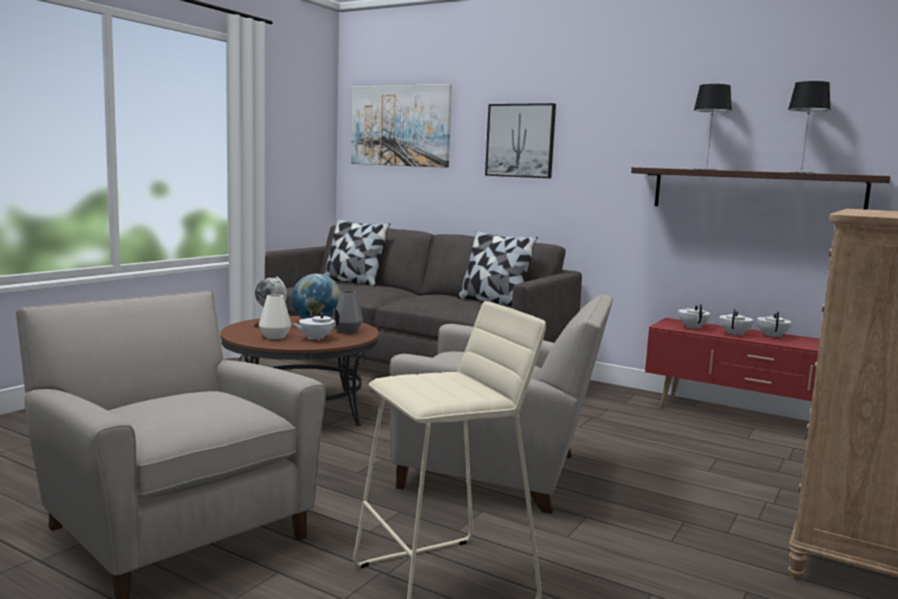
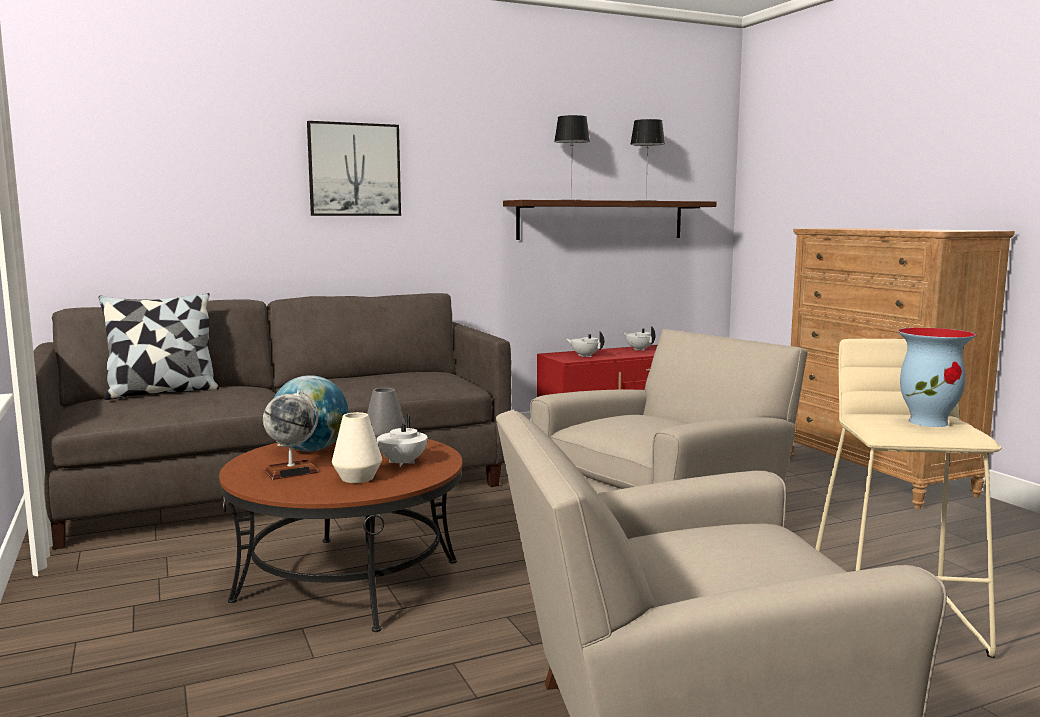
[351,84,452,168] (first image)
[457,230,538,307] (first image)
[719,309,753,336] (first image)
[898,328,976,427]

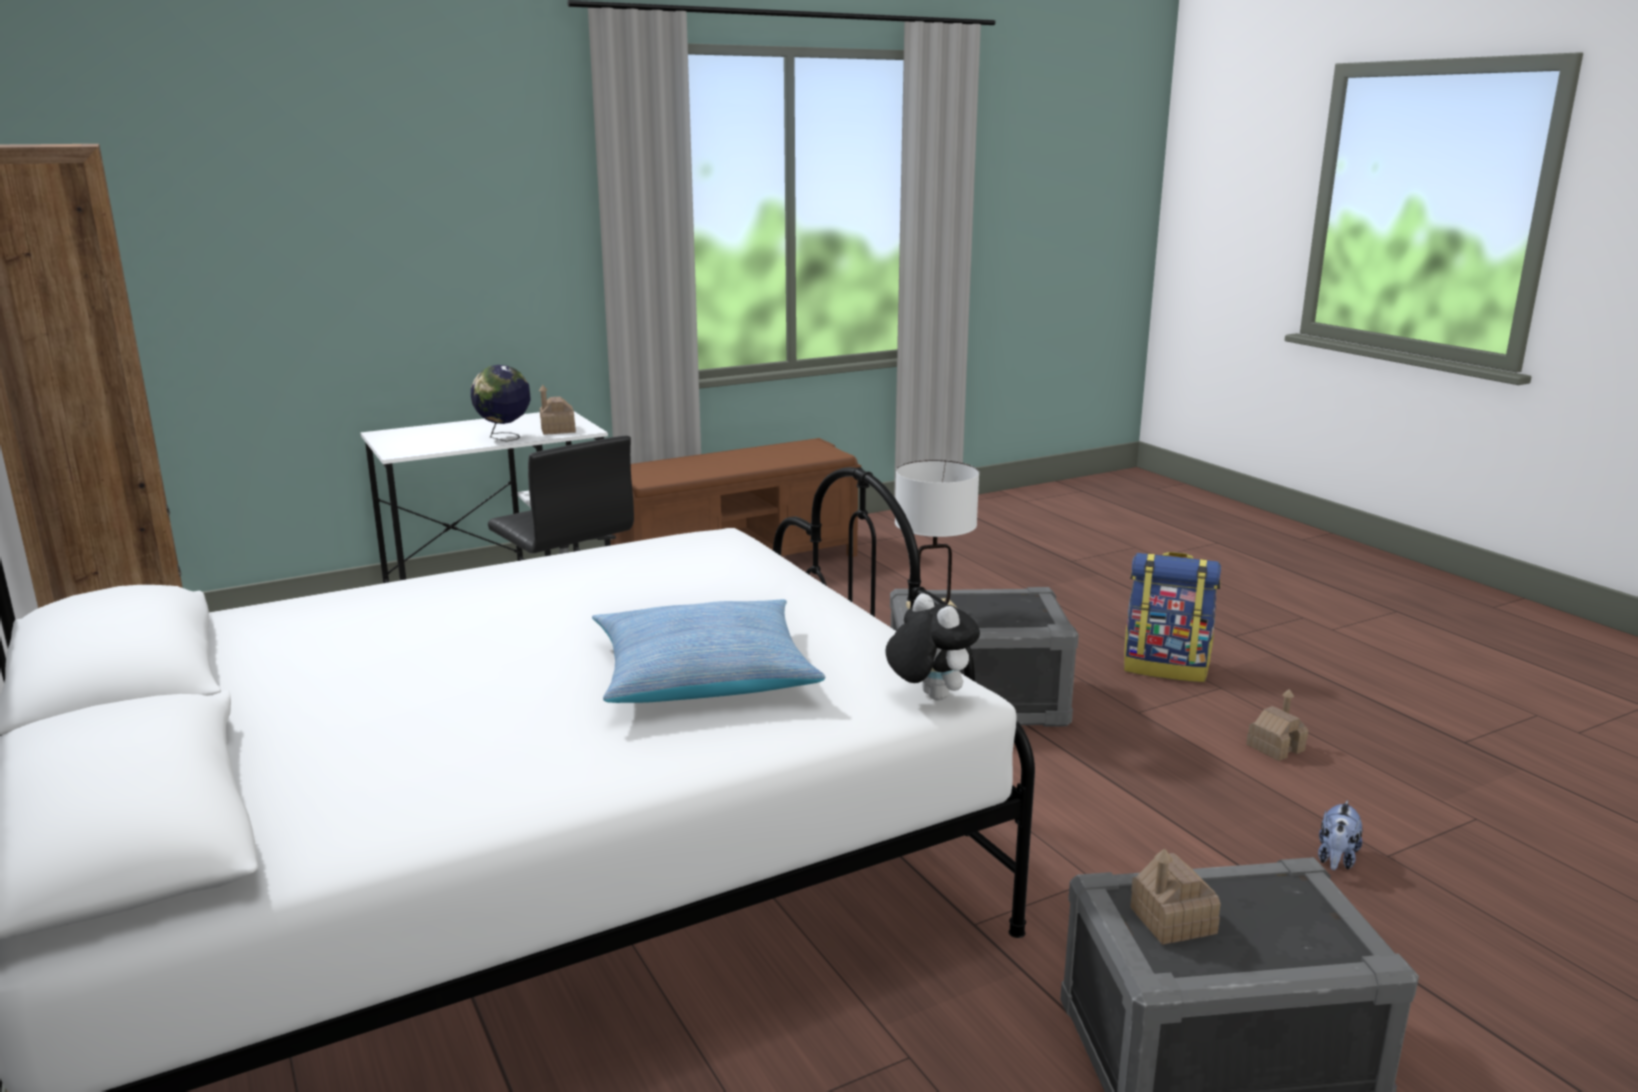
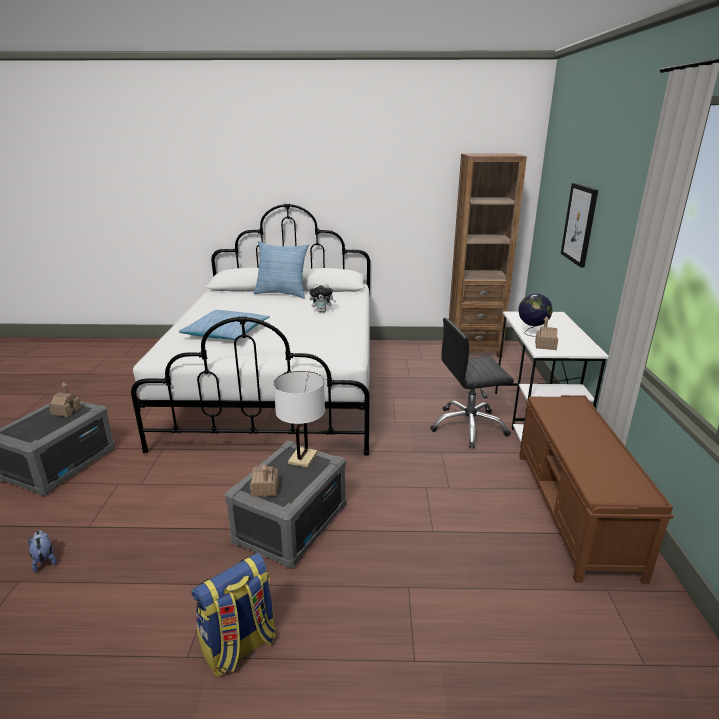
[254,241,309,299]
[561,183,598,268]
[309,283,336,312]
[250,464,279,497]

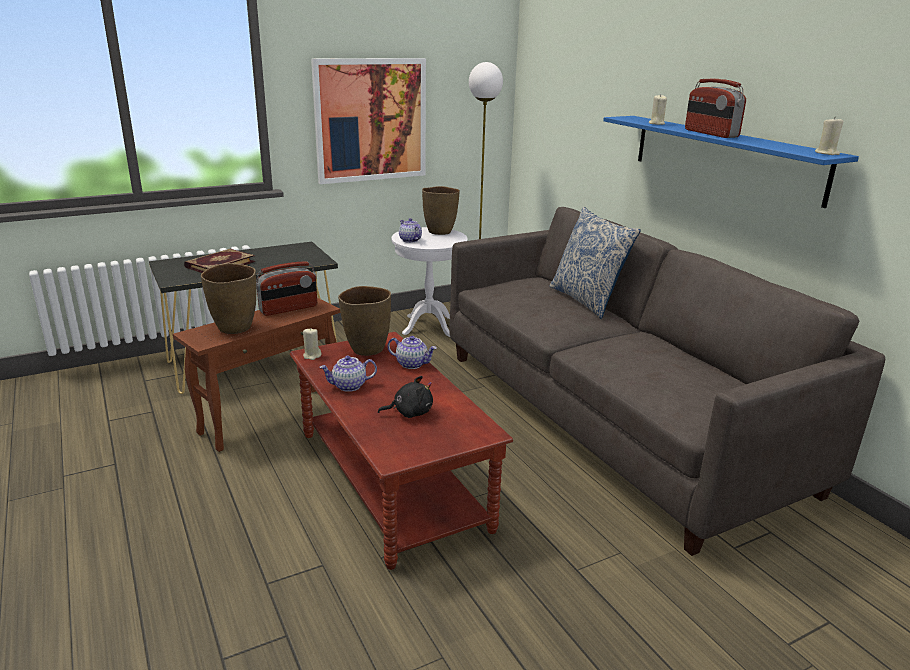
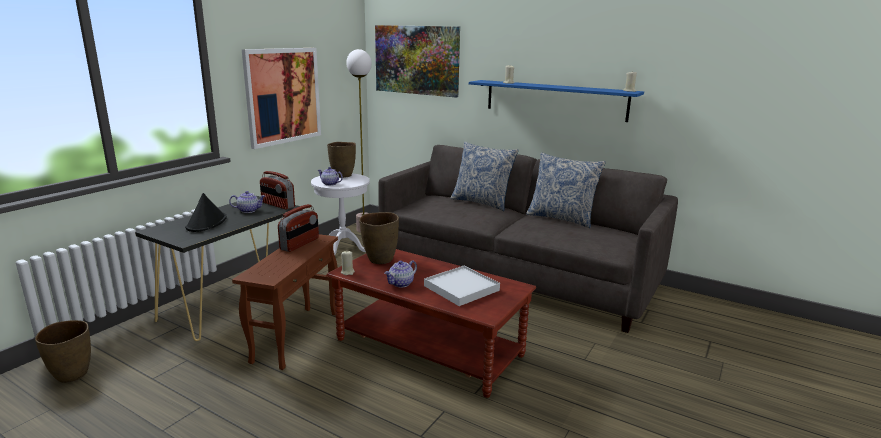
[375,25,460,98]
[526,153,605,228]
[35,320,91,383]
[229,191,265,213]
[260,171,295,209]
[185,193,227,232]
[424,266,500,306]

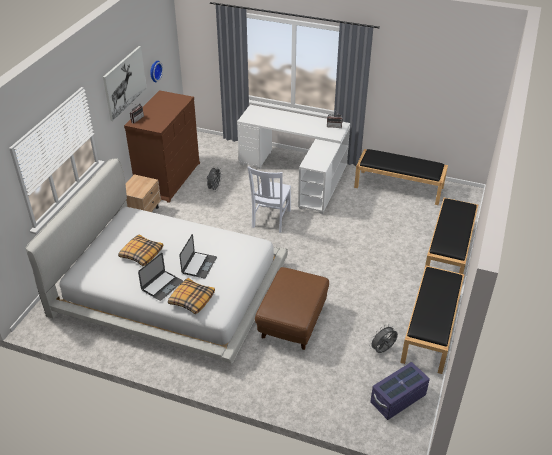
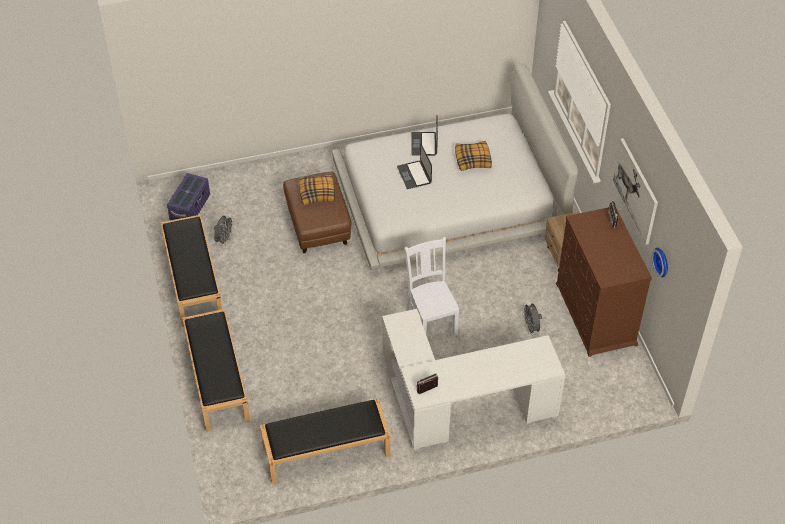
[299,174,335,205]

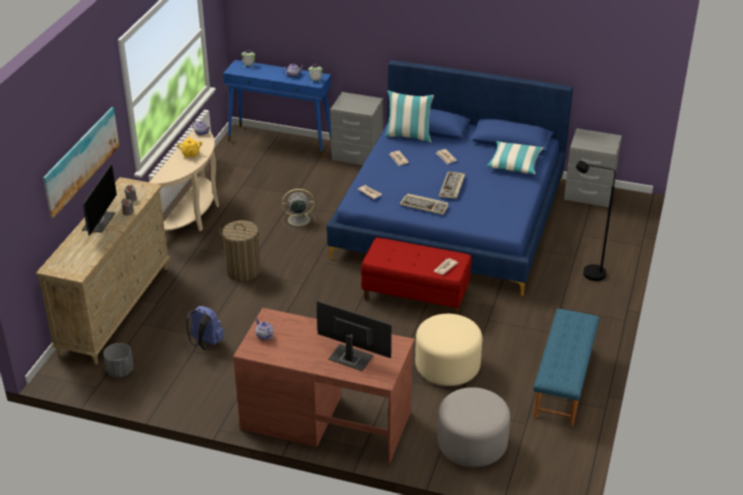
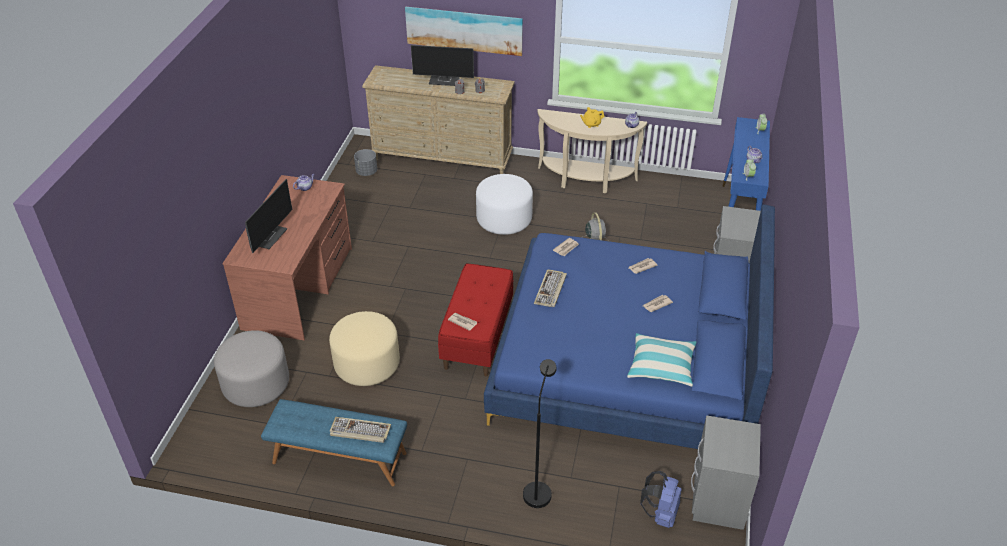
[385,91,434,143] (first image)
[640,471,682,528]
[330,417,391,443]
[476,174,533,235]

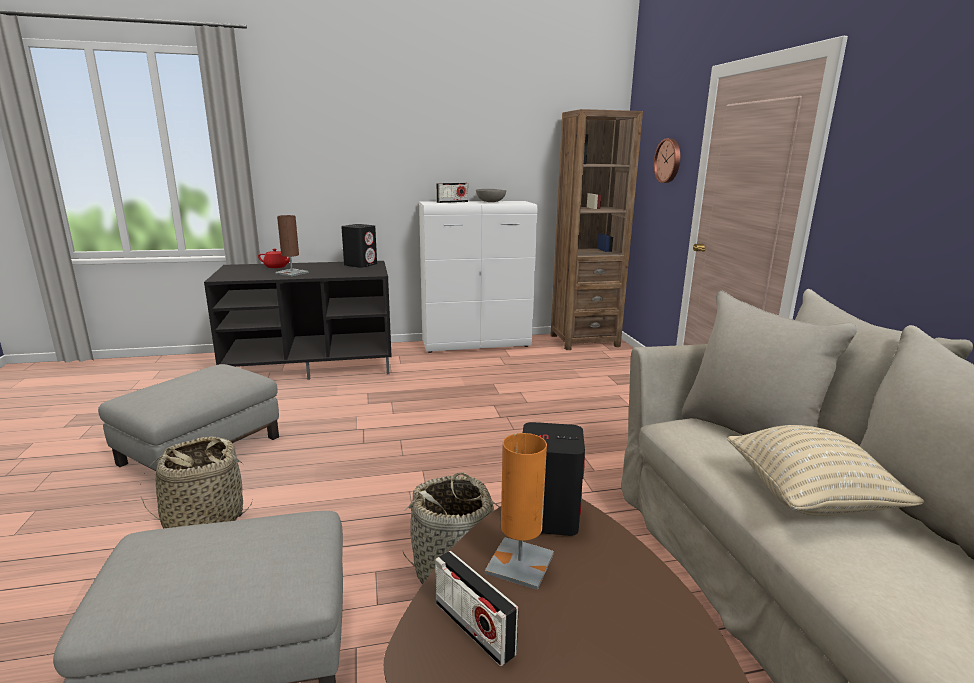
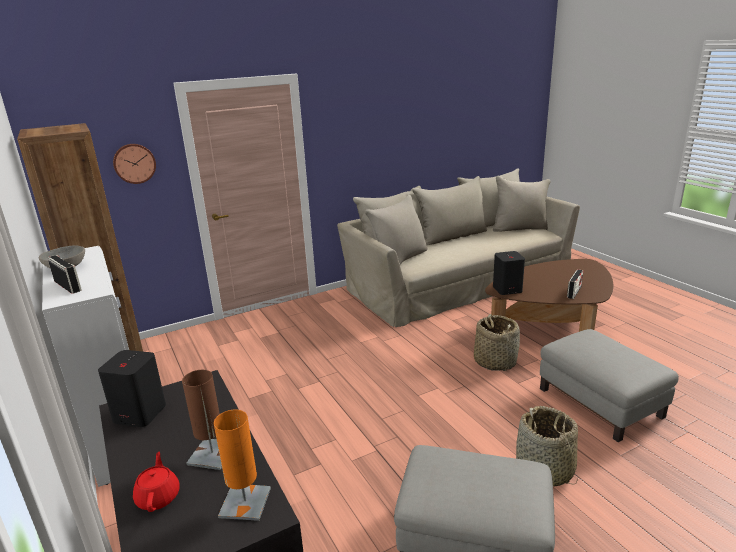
[727,425,924,516] (first image)
[214,410,271,521]

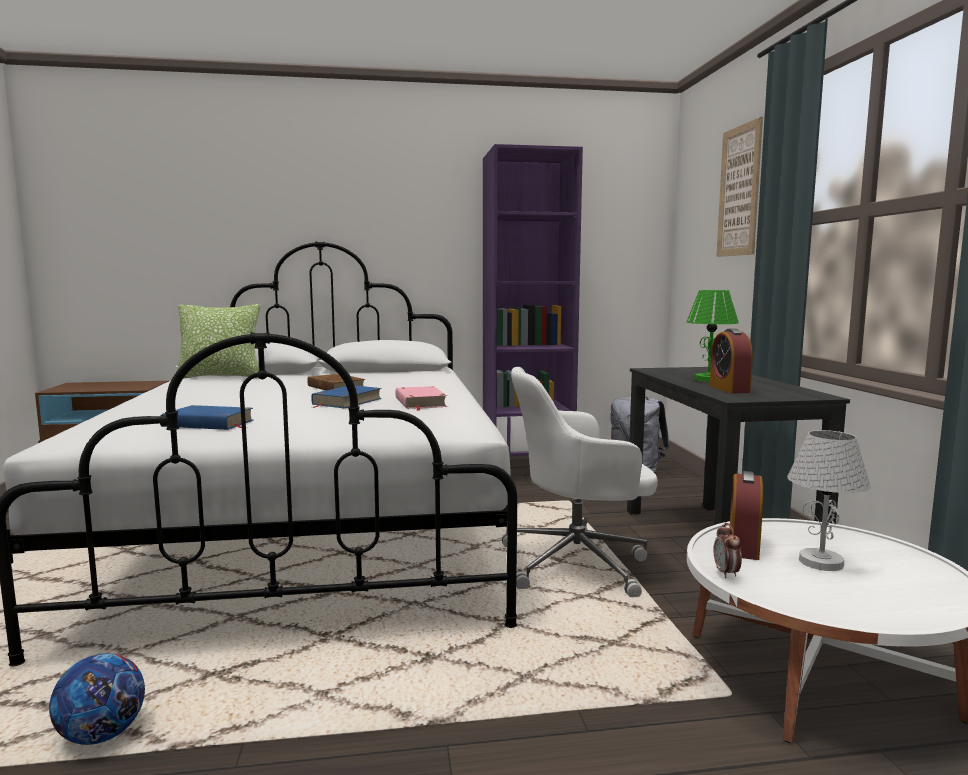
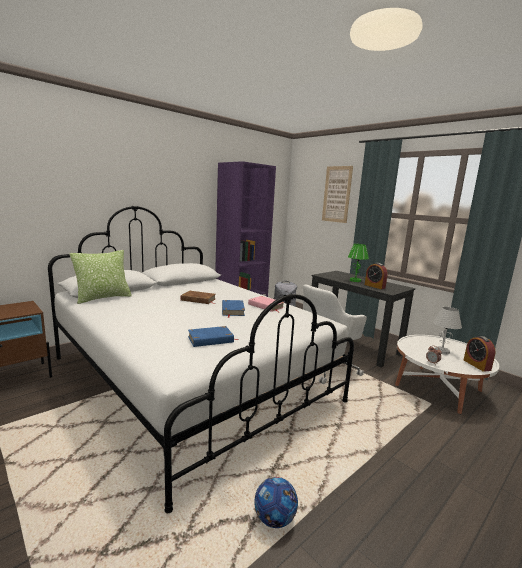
[464,336,496,372]

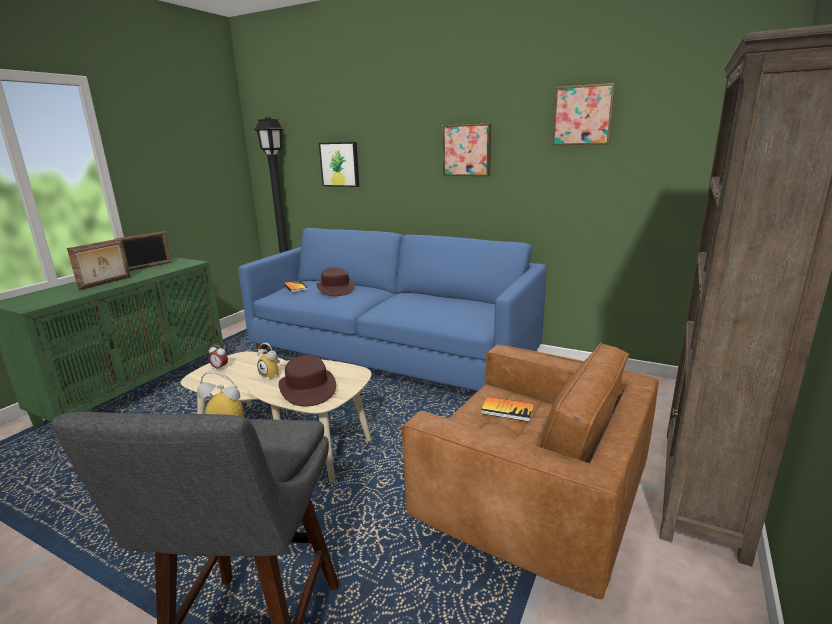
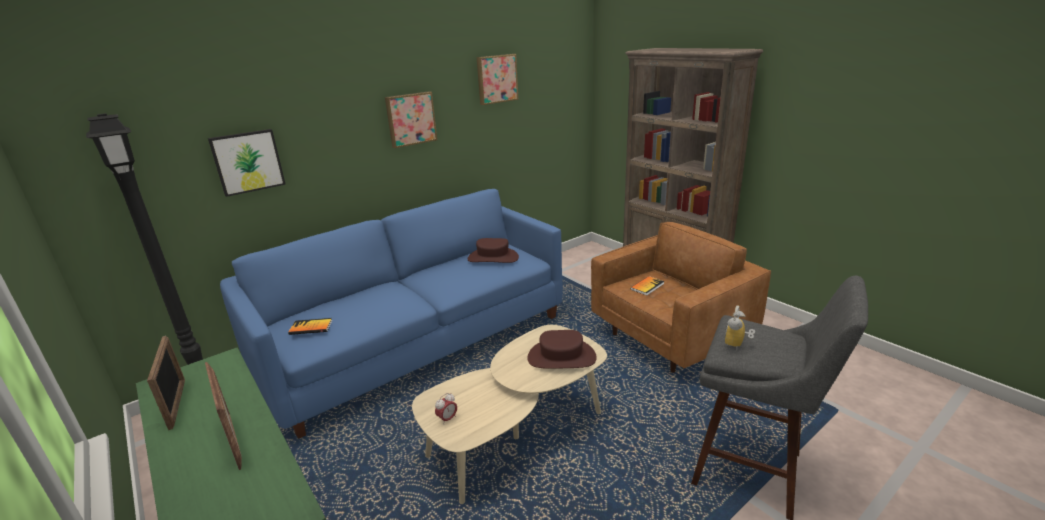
[257,343,280,380] (first image)
[467,238,519,263]

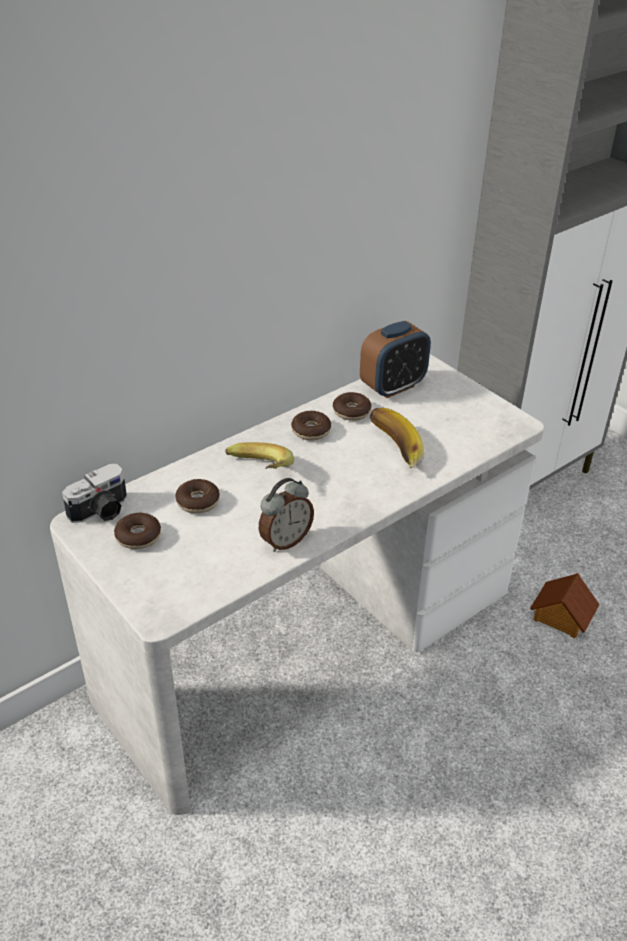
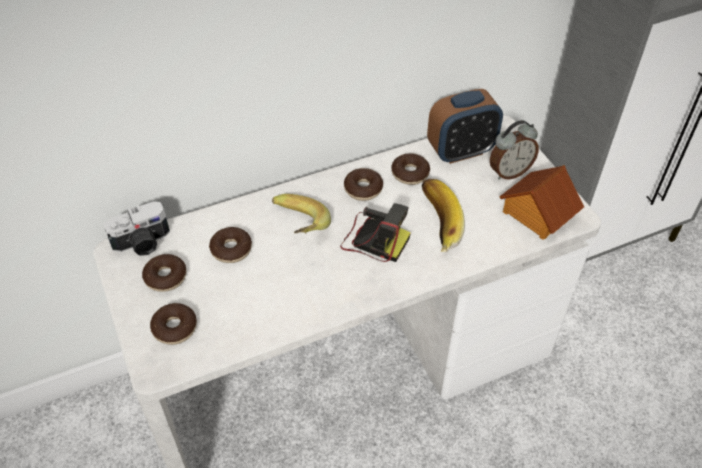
[150,303,197,345]
[340,203,411,262]
[490,120,539,180]
[499,165,584,240]

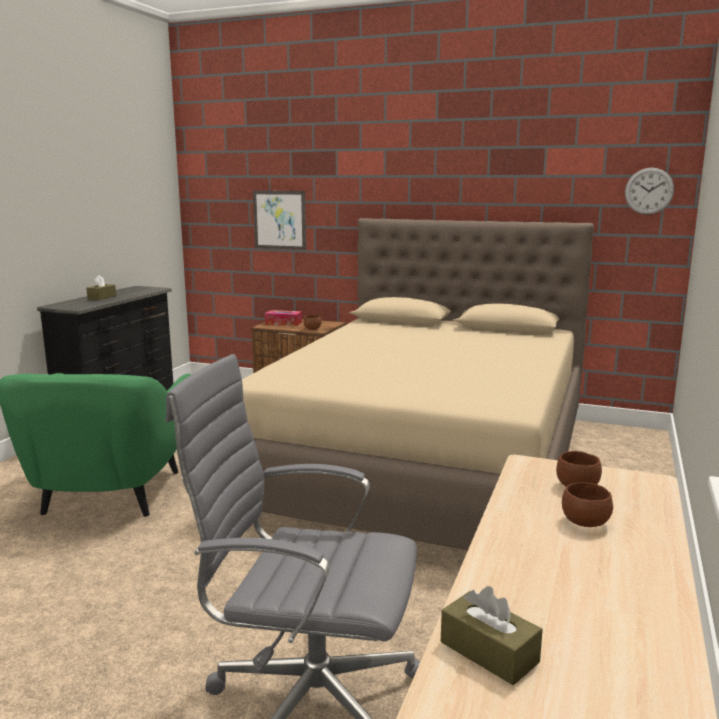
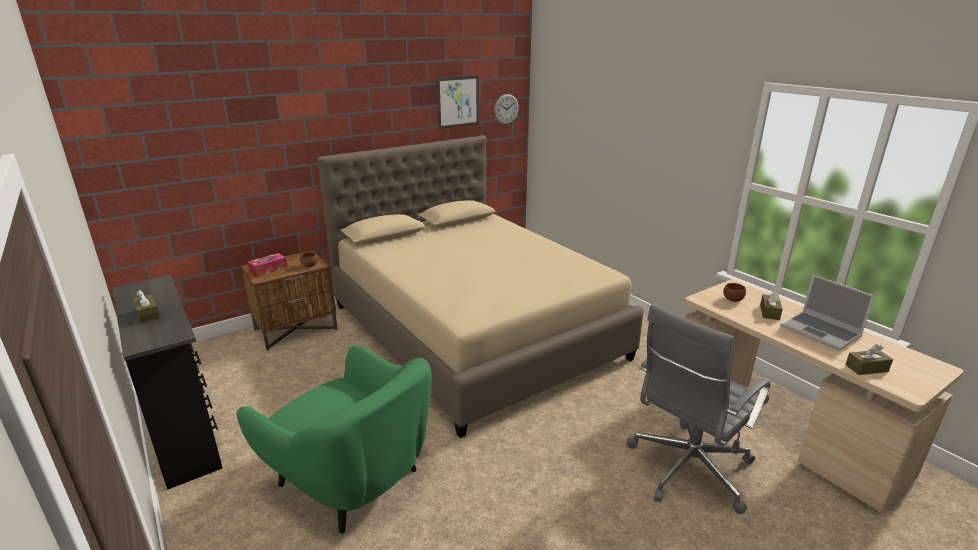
[781,275,875,350]
[436,75,479,129]
[760,290,783,320]

